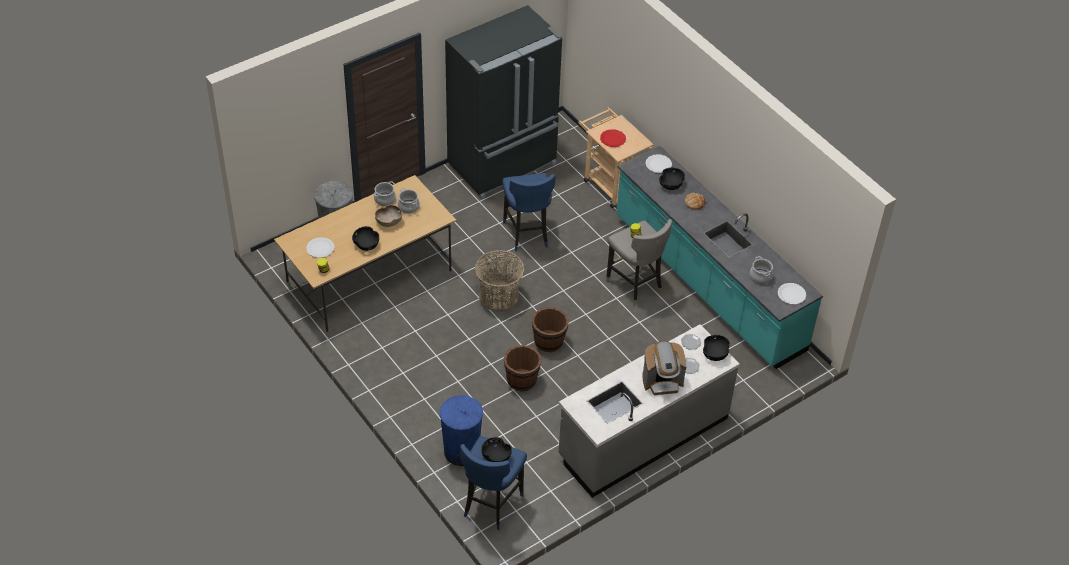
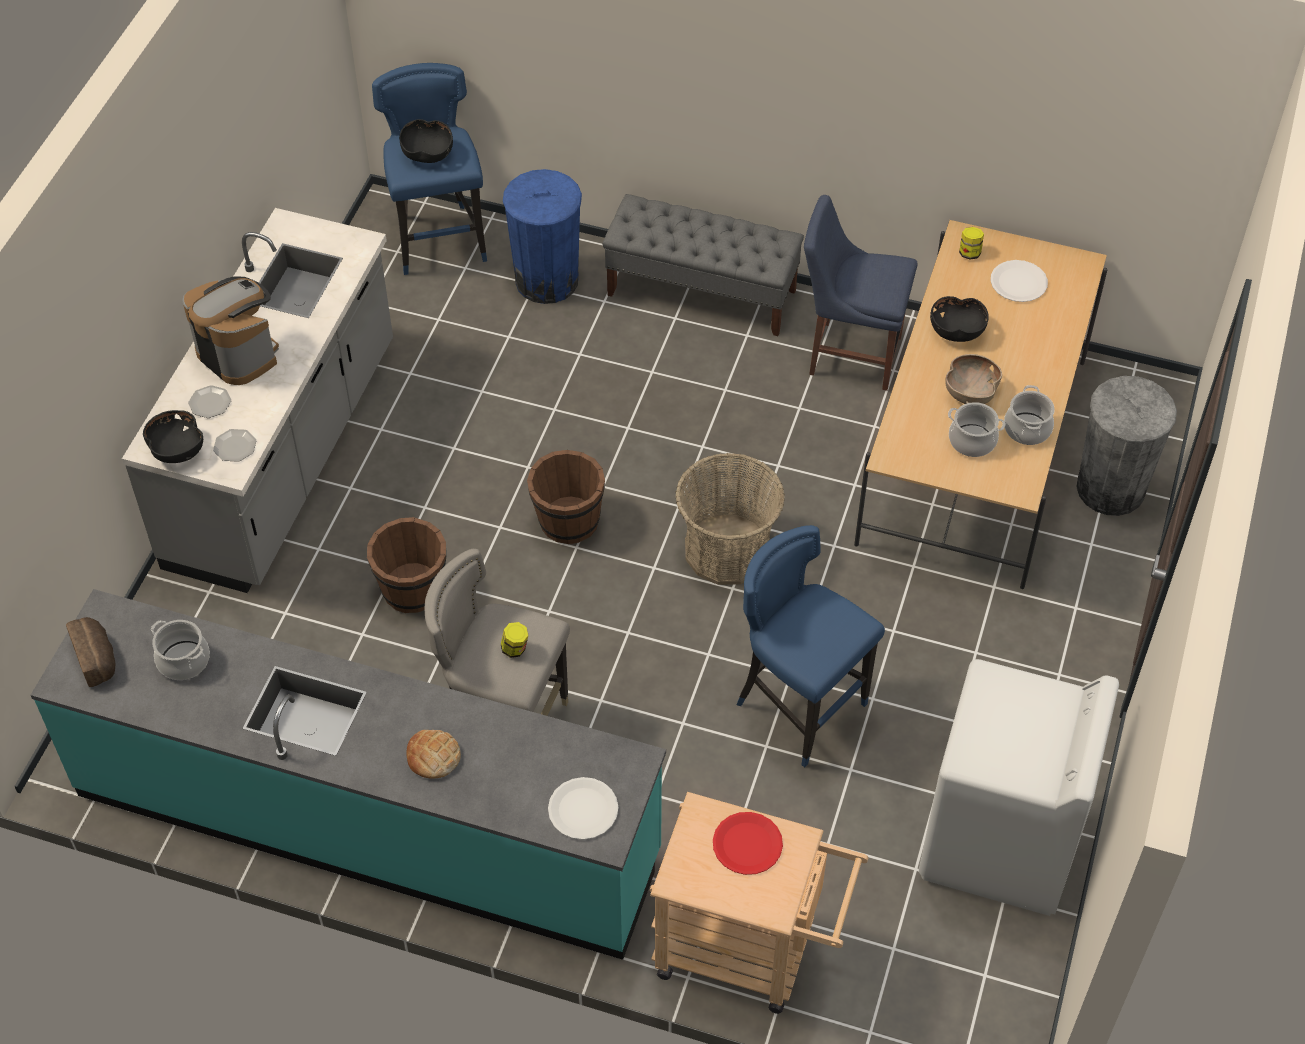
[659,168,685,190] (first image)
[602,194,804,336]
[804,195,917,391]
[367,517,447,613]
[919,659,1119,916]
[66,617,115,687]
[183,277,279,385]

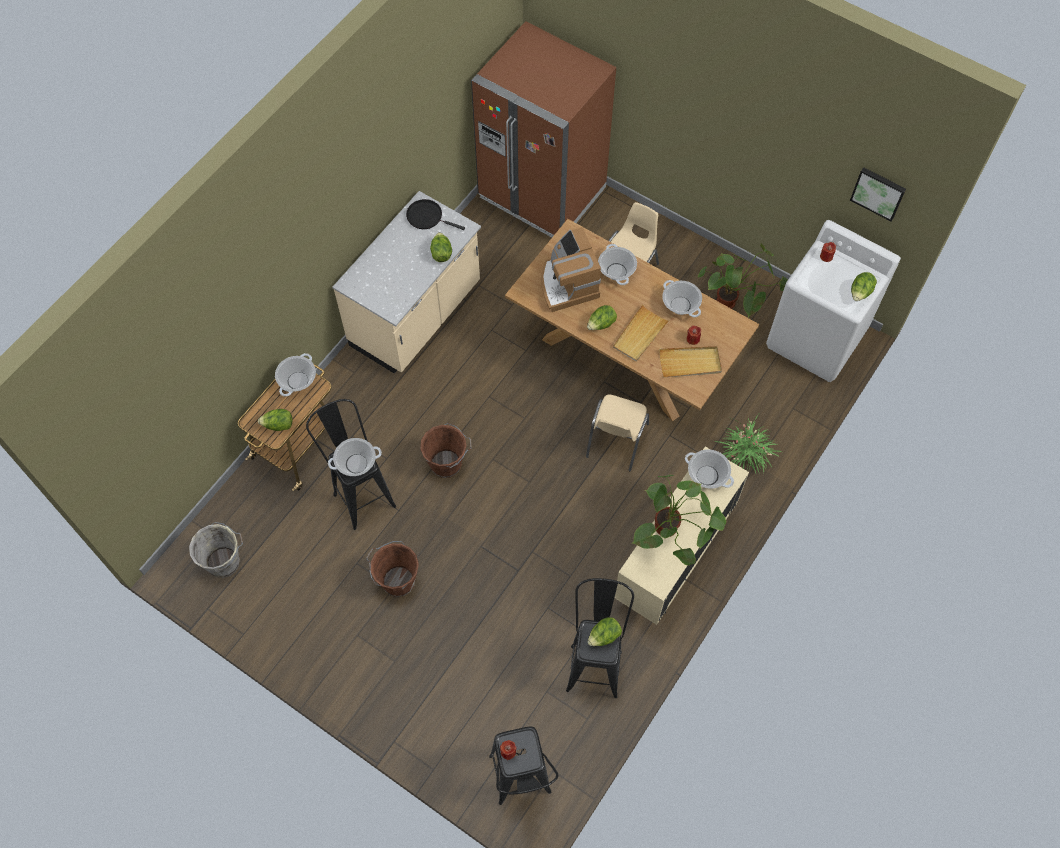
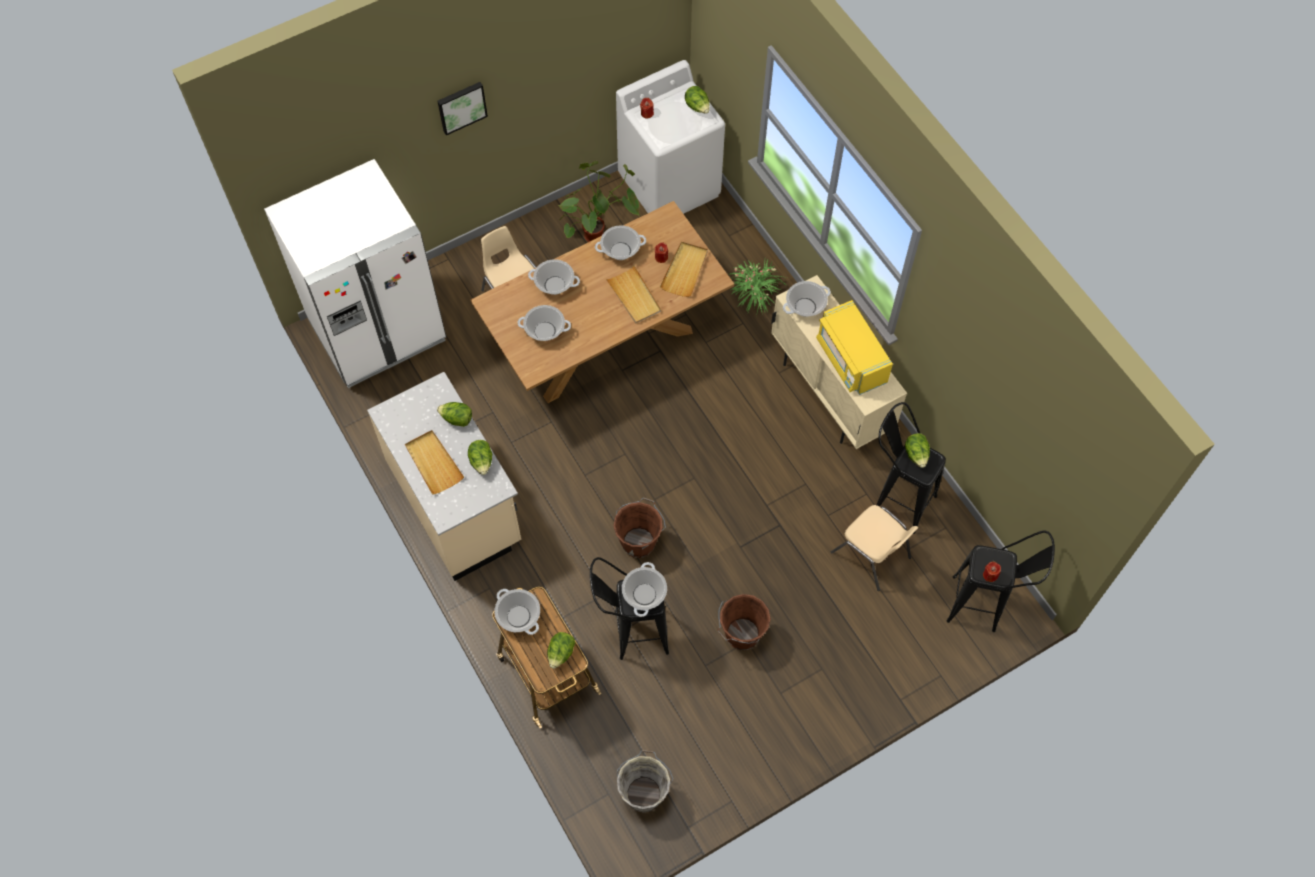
[406,199,465,230] (first image)
[405,430,464,494]
[831,505,918,591]
[468,440,492,475]
[437,82,488,136]
[518,305,571,341]
[816,300,893,395]
[264,159,446,388]

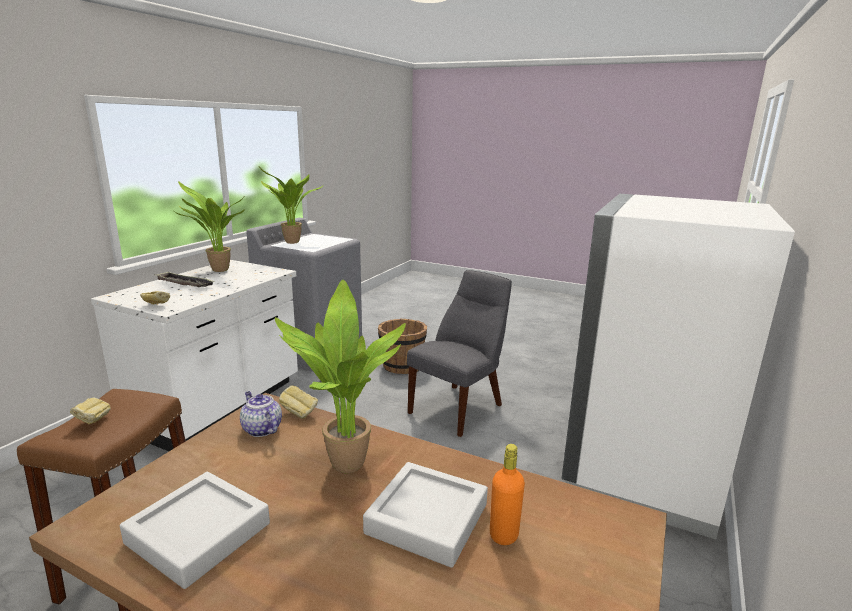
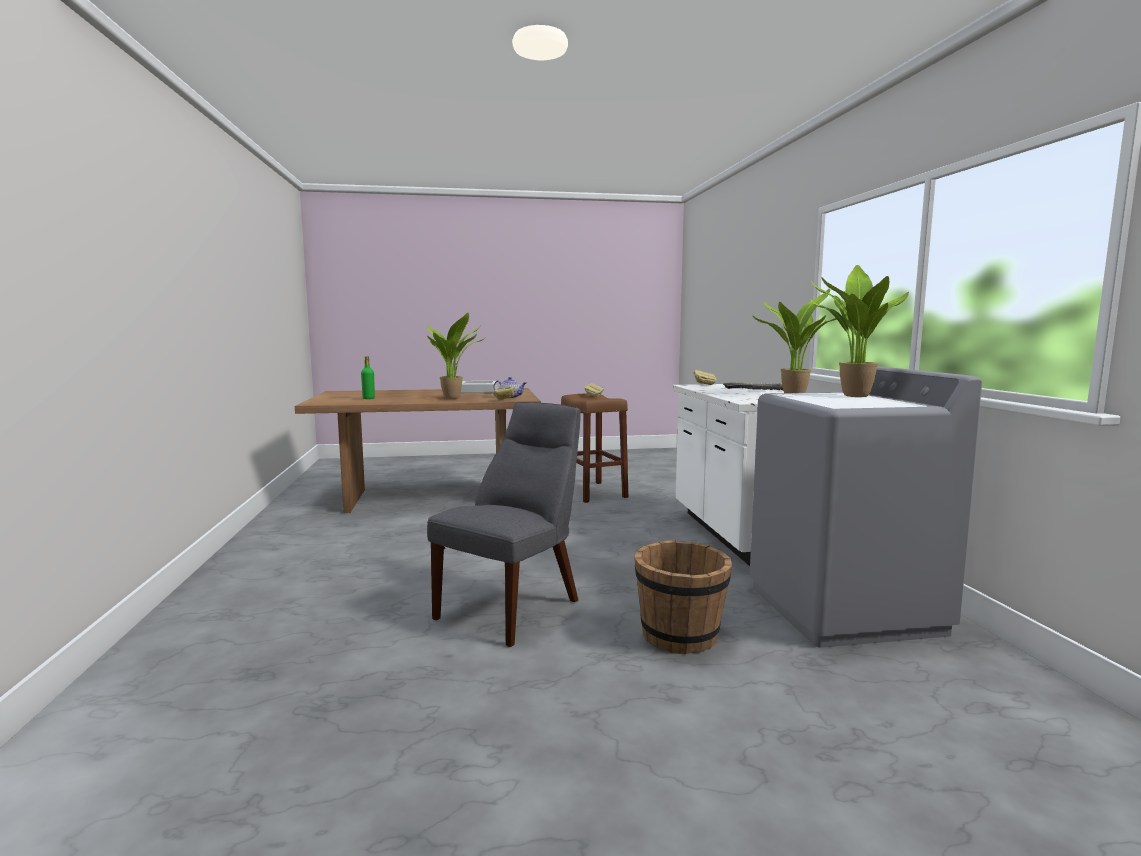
[363,462,488,568] (first image)
[562,194,795,539] (first image)
[361,356,375,399]
[427,402,580,647]

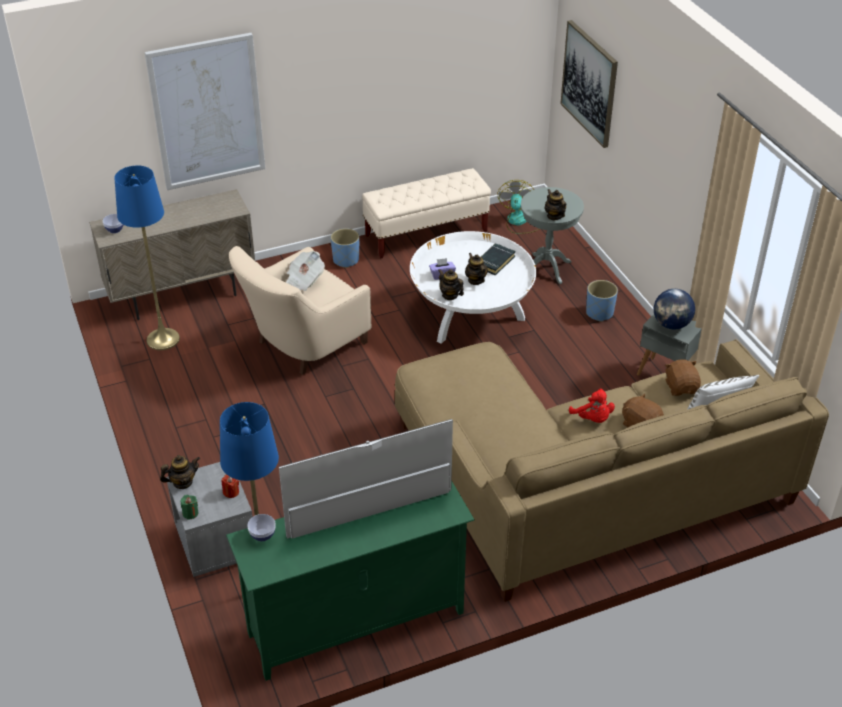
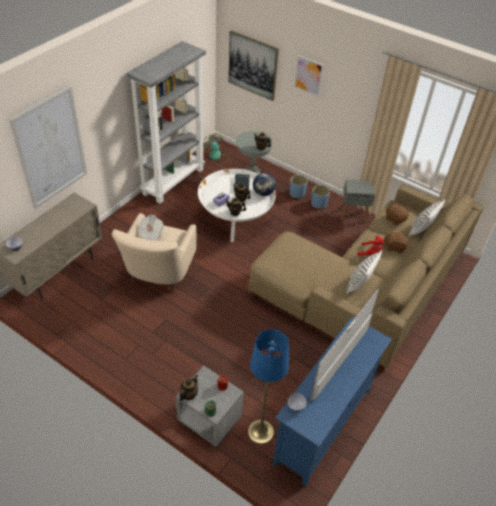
[114,166,180,350] (first image)
[294,55,324,97]
[347,250,382,294]
[311,185,330,209]
[253,173,276,196]
[126,41,206,204]
[273,317,392,487]

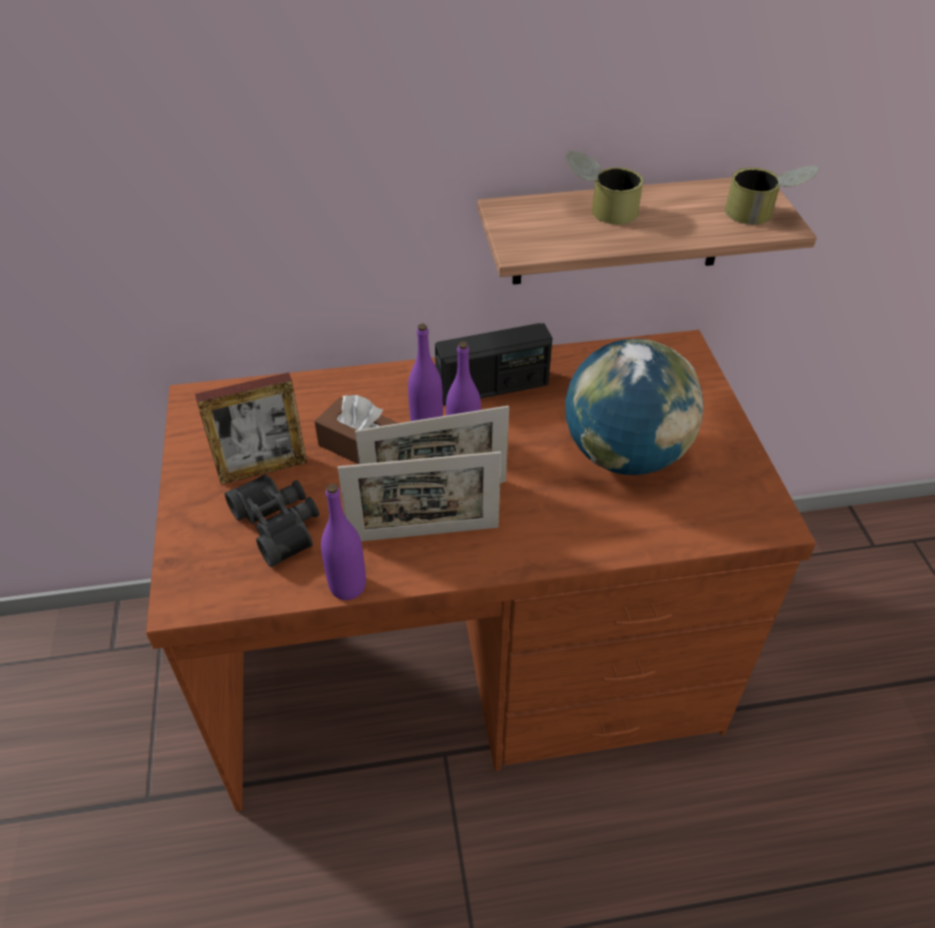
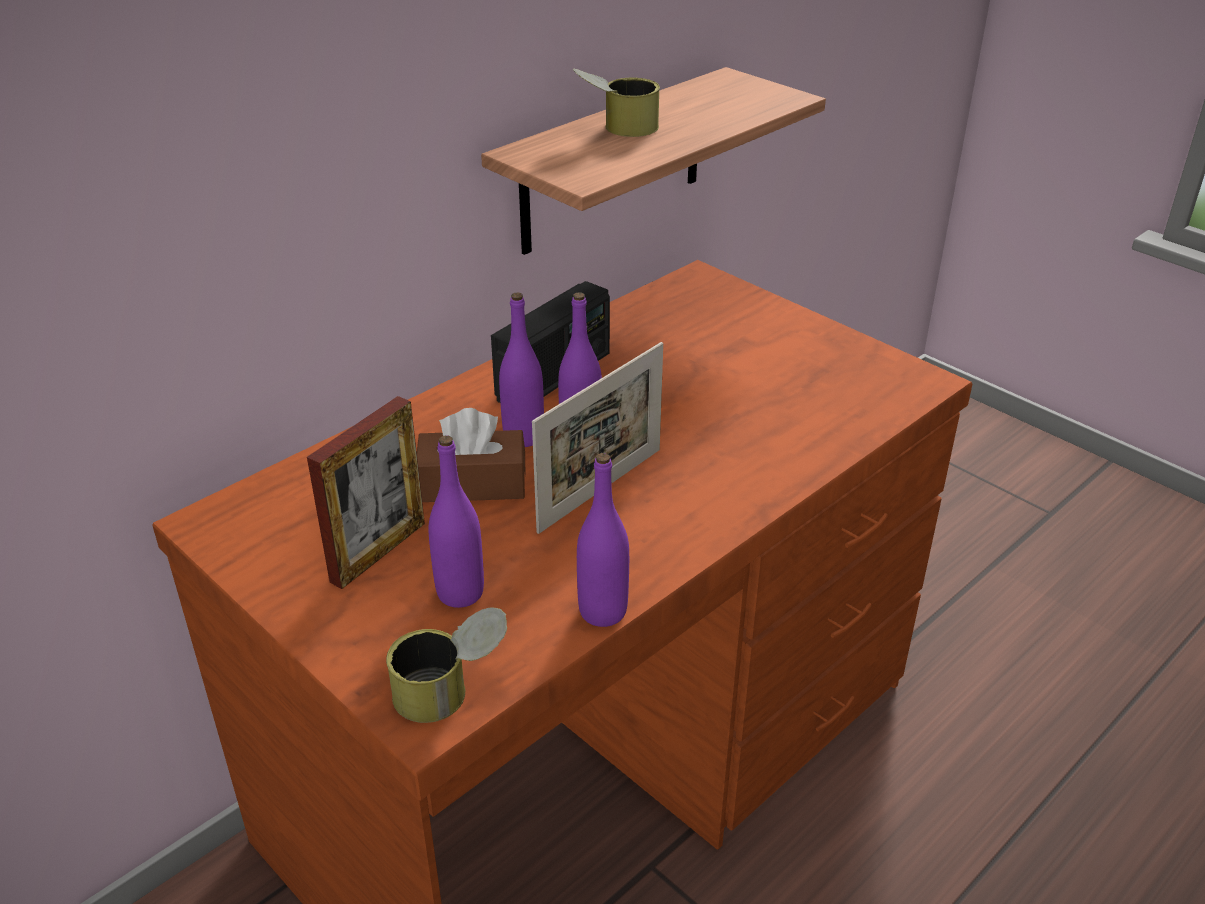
[338,451,501,541] (first image)
[565,339,704,475] (first image)
[386,607,507,723]
[429,435,484,608]

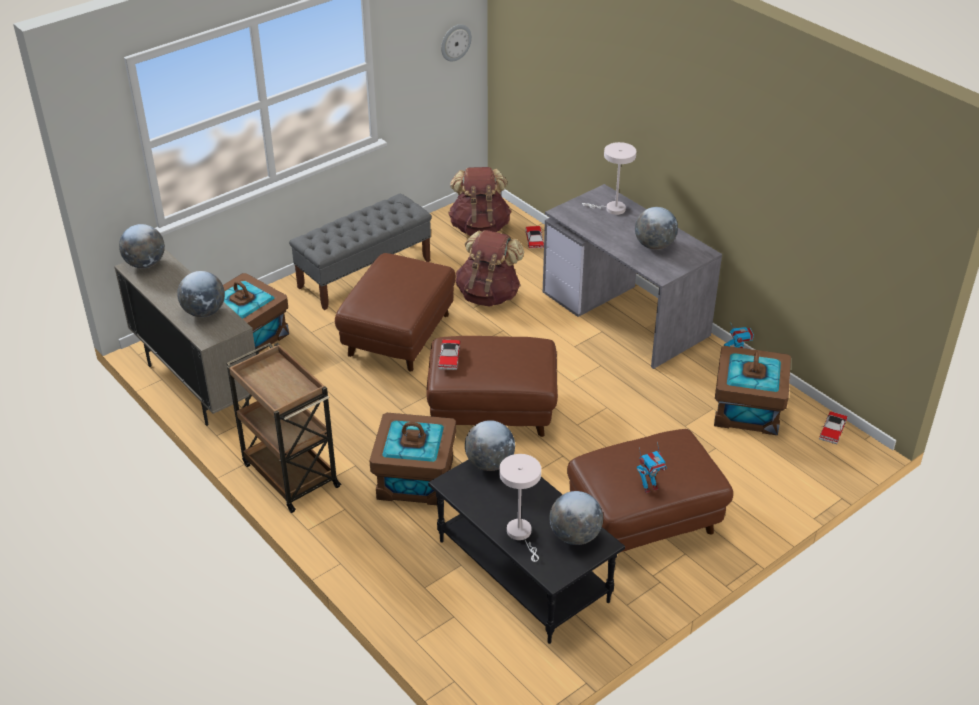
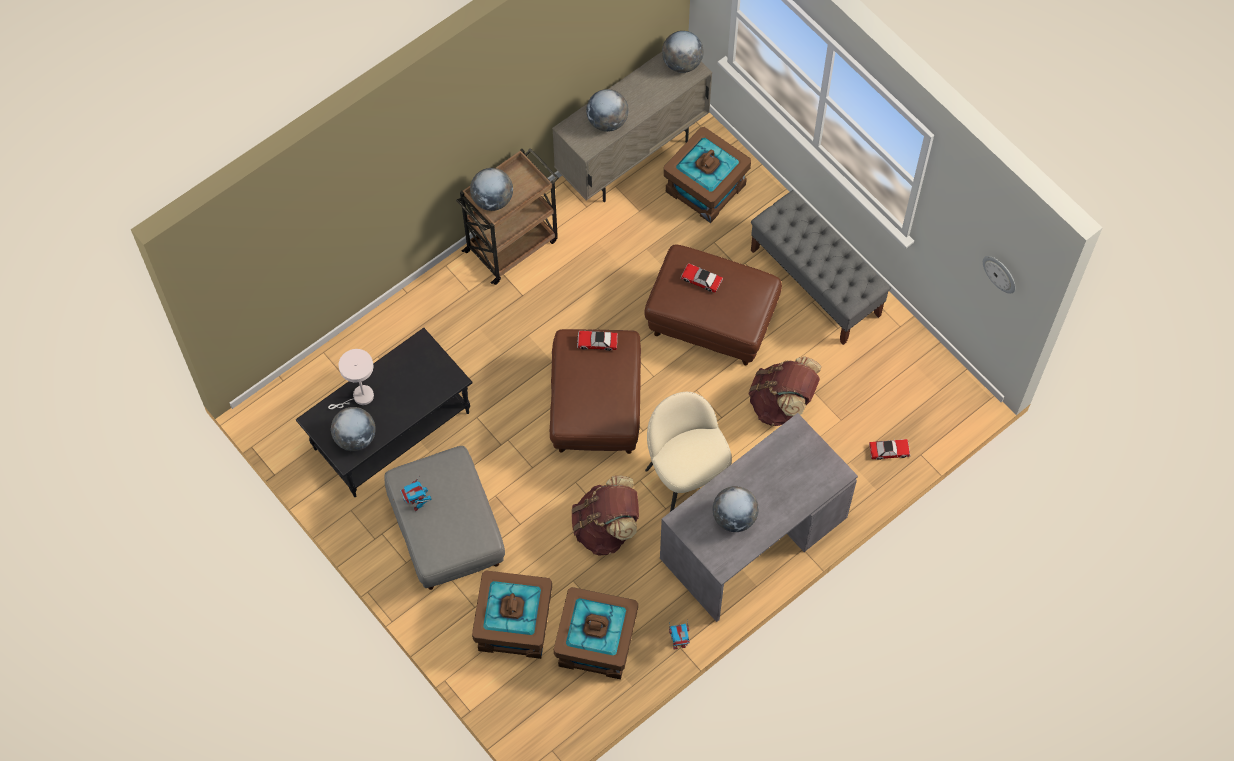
[582,142,636,215] (first image)
[645,392,732,512]
[472,571,552,659]
[571,476,639,555]
[470,168,513,211]
[680,263,723,293]
[384,446,505,590]

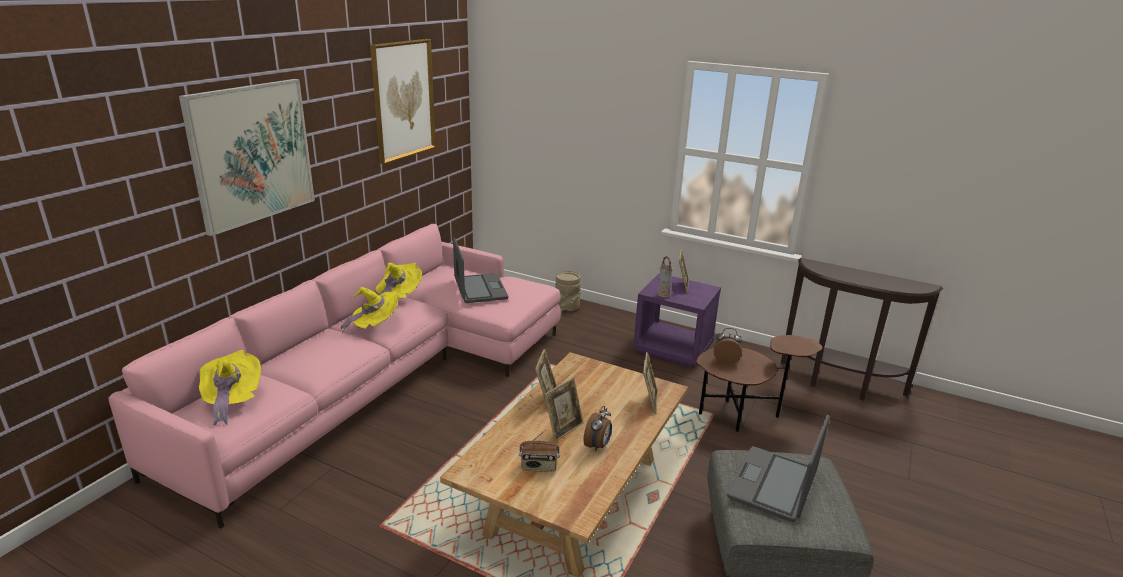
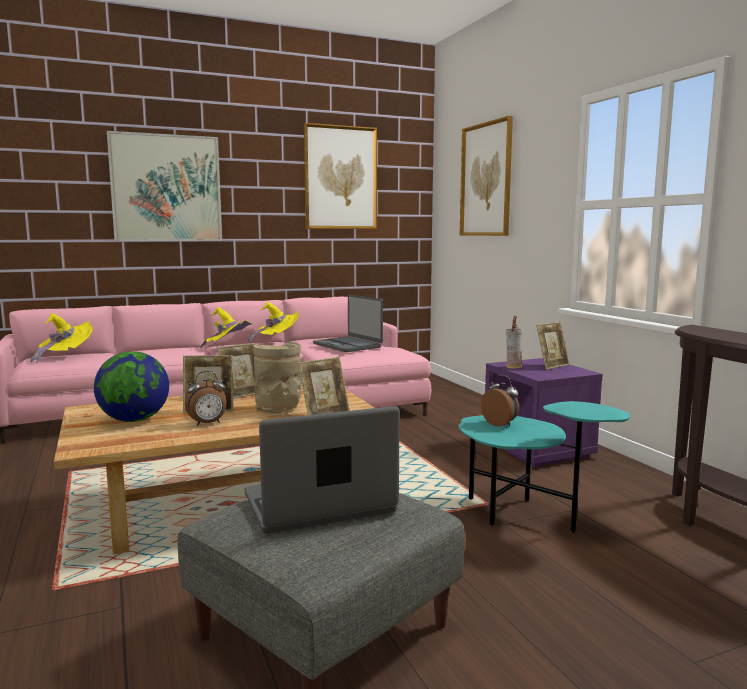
[460,116,513,236]
[254,342,301,414]
[94,351,169,422]
[459,401,630,533]
[313,295,383,352]

